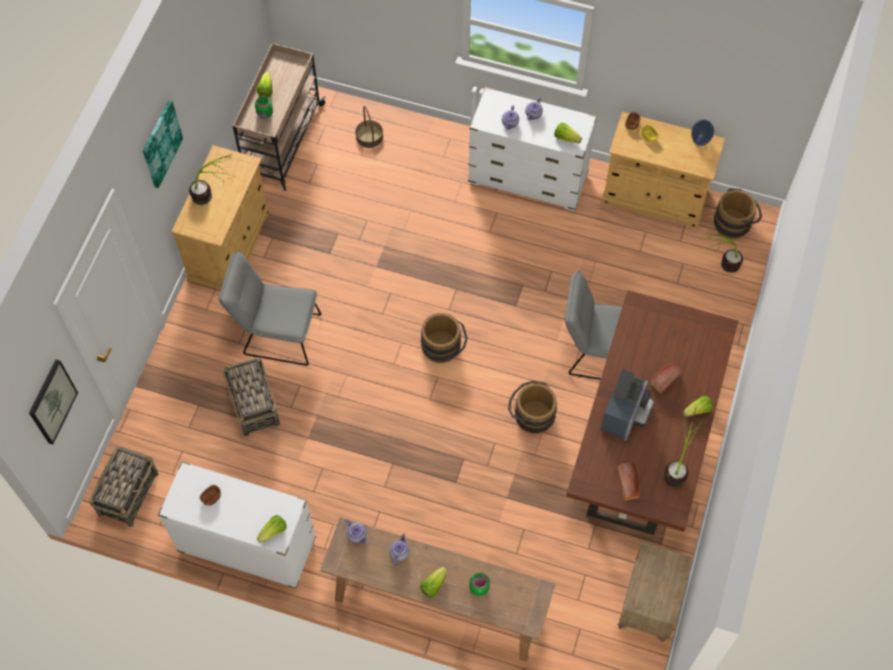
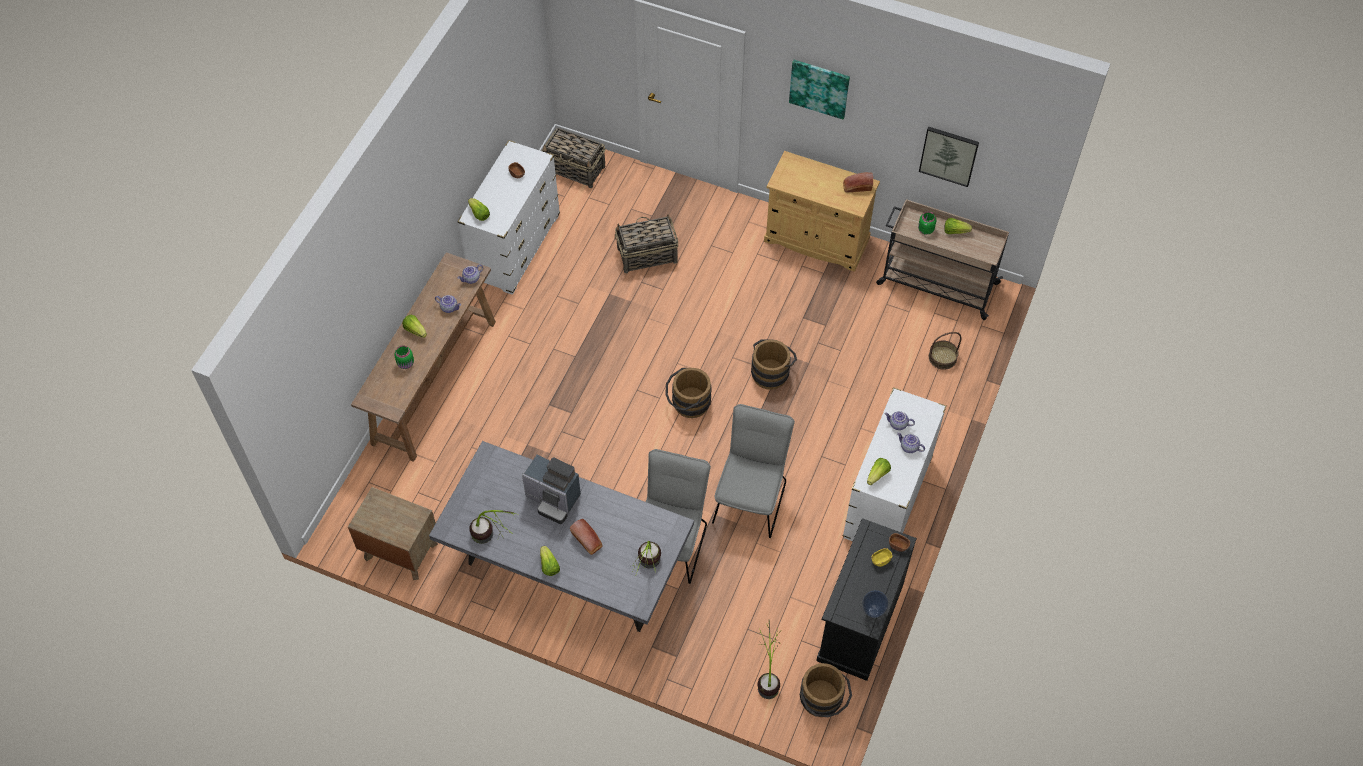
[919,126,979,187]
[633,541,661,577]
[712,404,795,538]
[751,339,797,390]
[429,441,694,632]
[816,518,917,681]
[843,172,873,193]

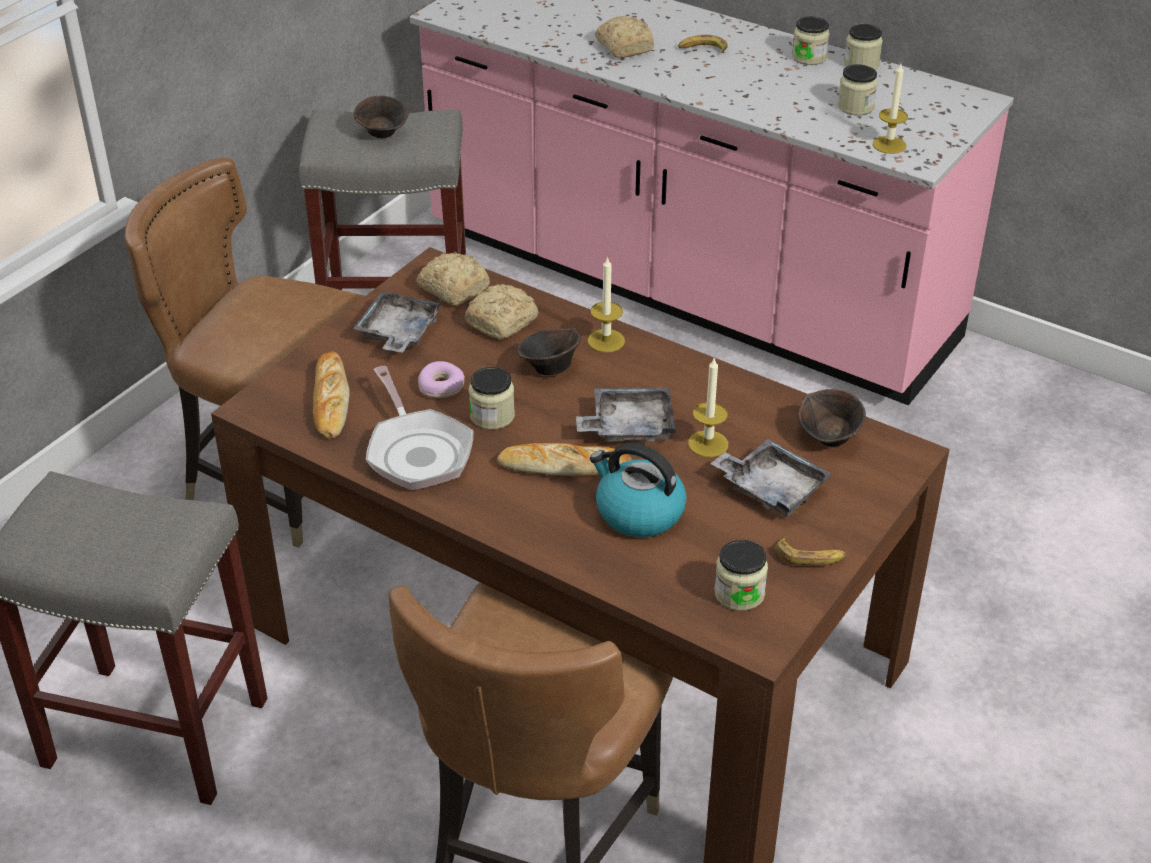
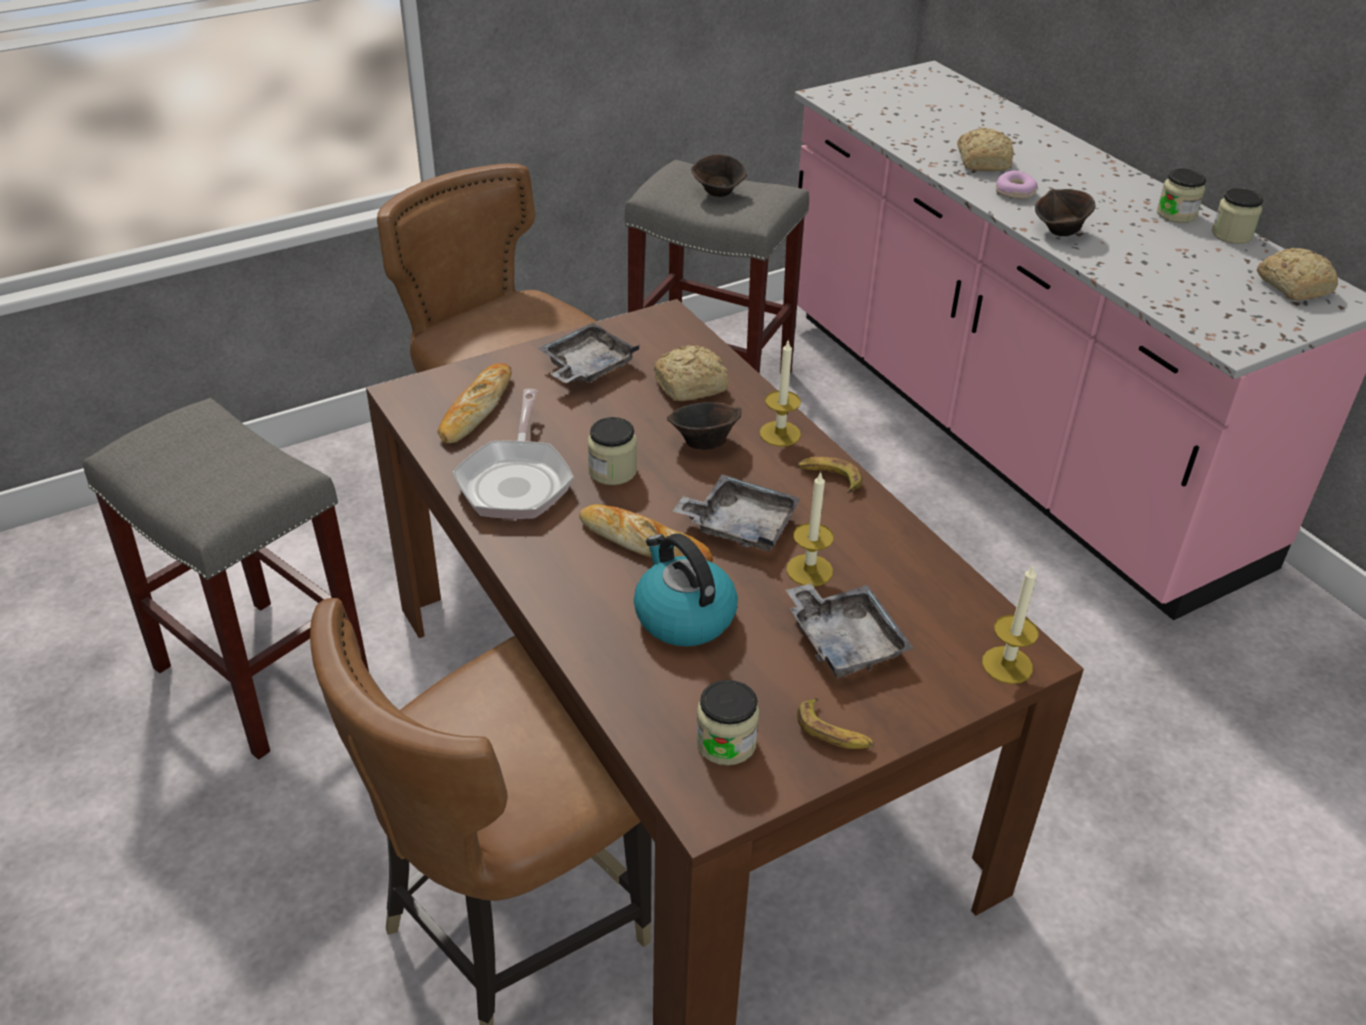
[1257,248,1338,300]
[996,171,1038,199]
[798,457,863,493]
[1035,189,1095,236]
[838,64,878,116] (first image)
[982,564,1038,684]

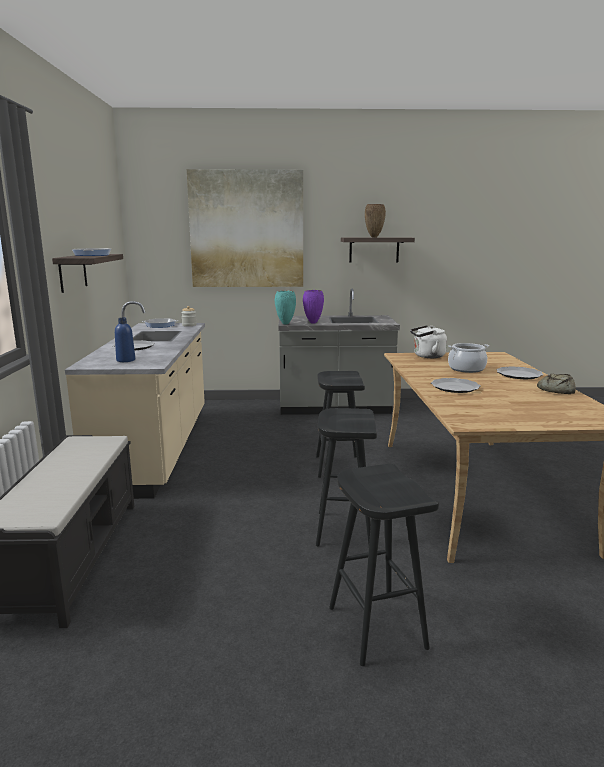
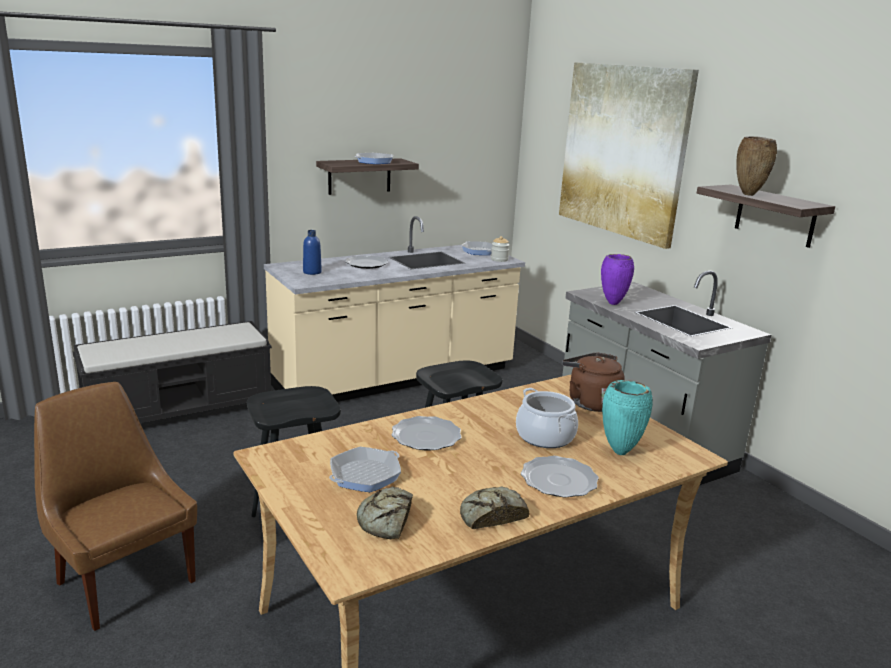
[602,380,653,455]
[34,382,197,631]
[562,353,625,412]
[329,447,401,492]
[357,487,413,539]

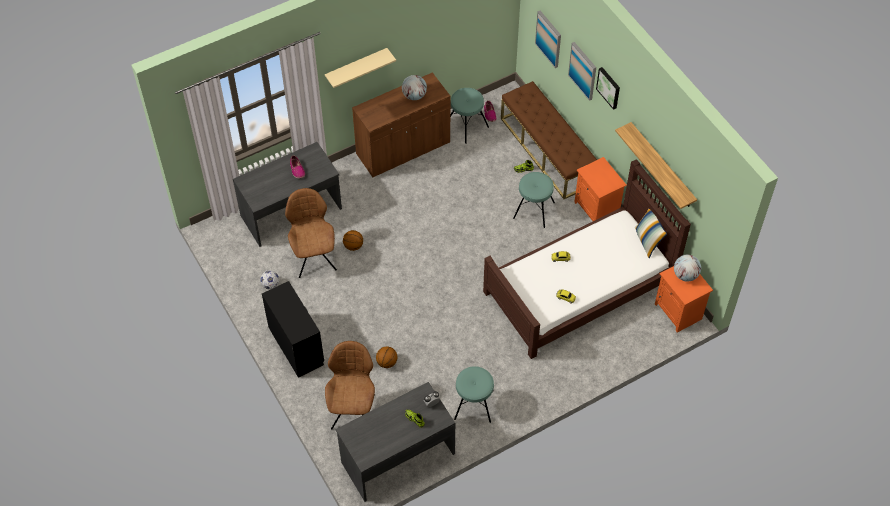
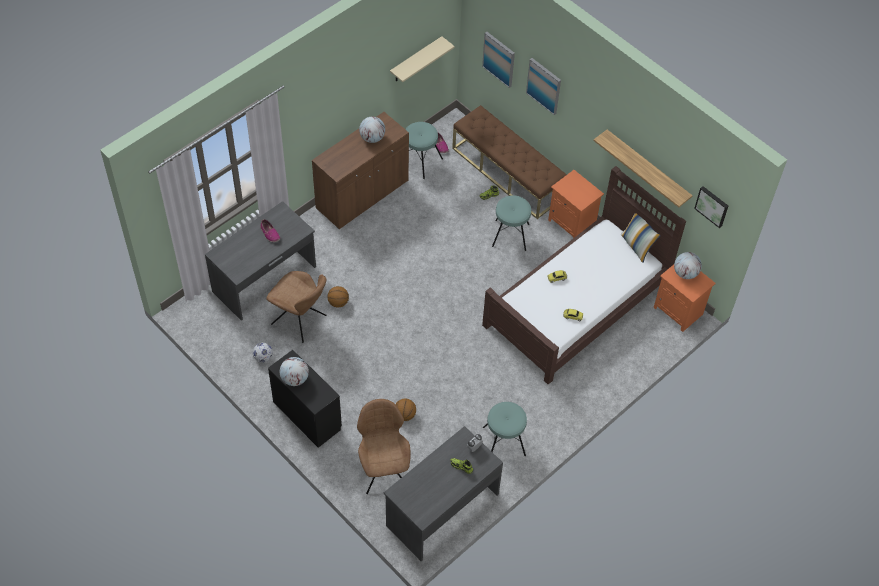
[266,271,326,343]
[390,36,455,82]
[694,186,728,228]
[280,357,309,386]

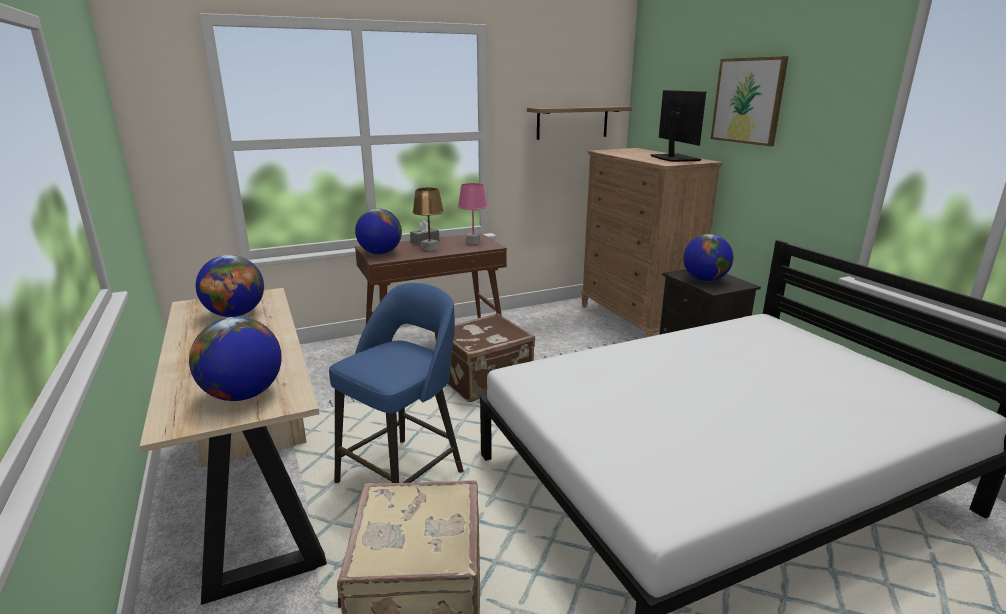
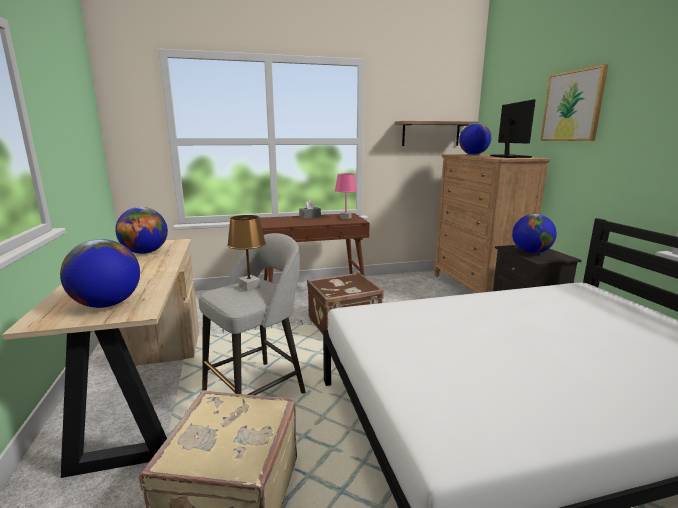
[198,233,306,395]
[459,123,491,155]
[227,215,266,291]

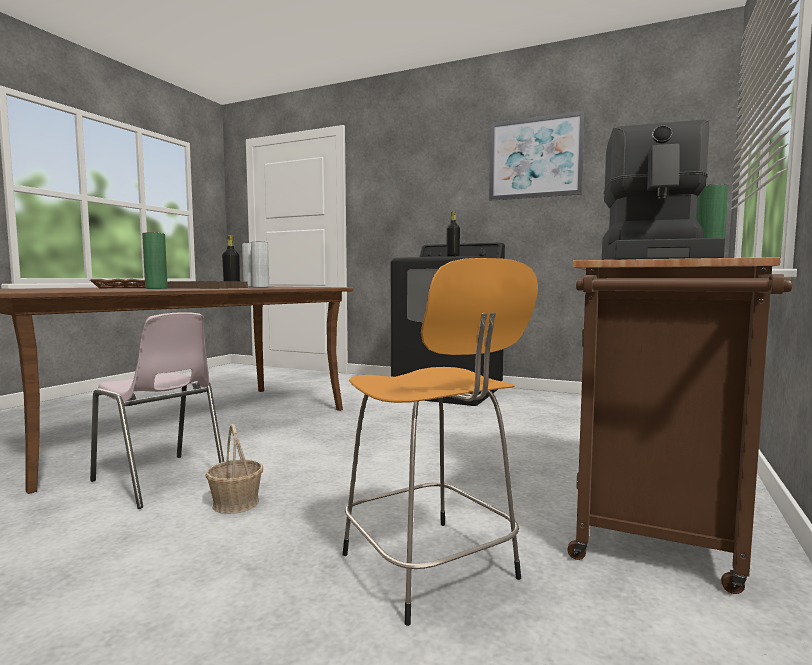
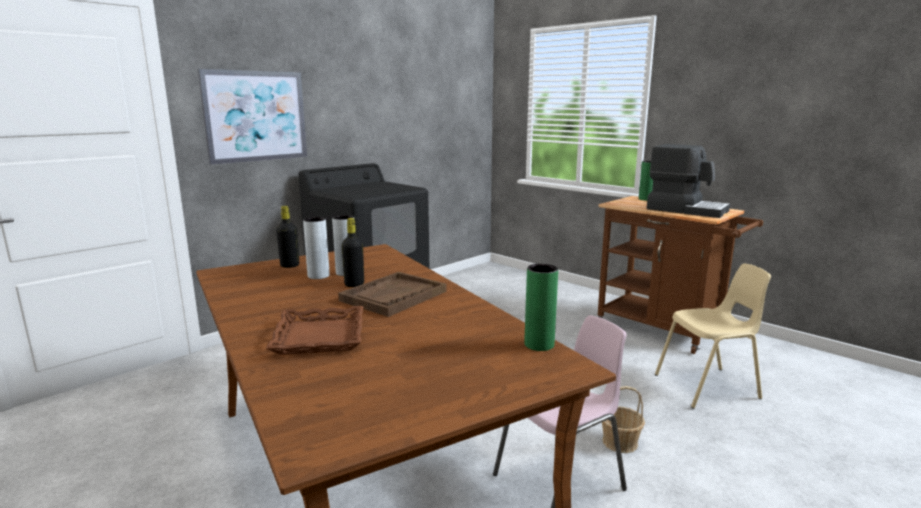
[524,264,558,351]
[655,263,771,409]
[276,206,299,268]
[197,69,307,165]

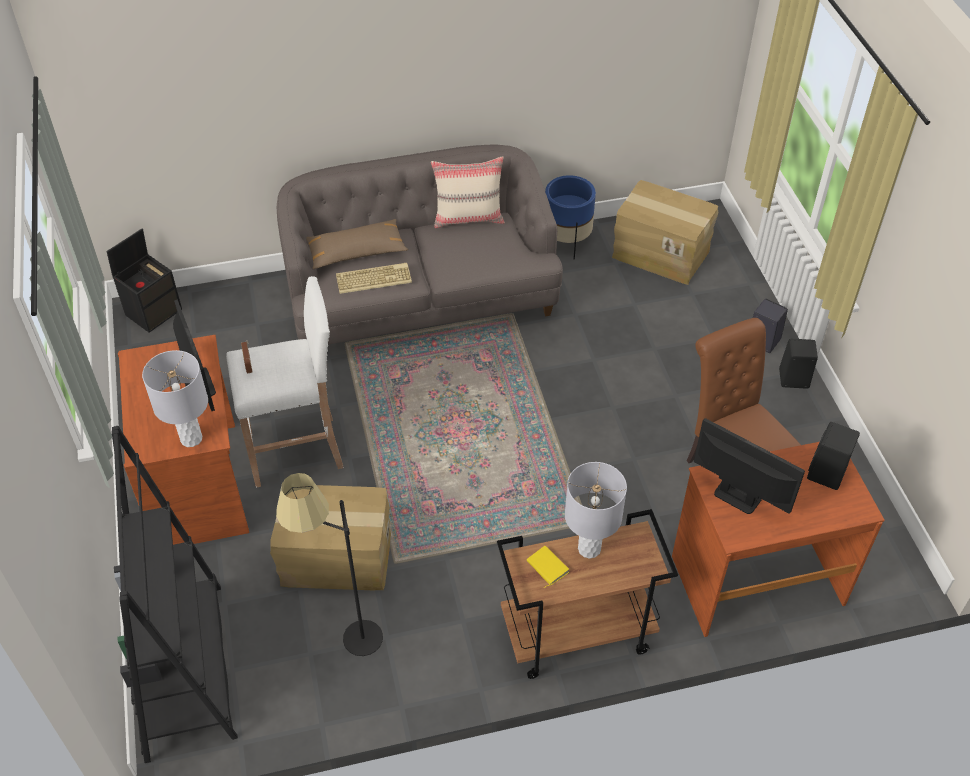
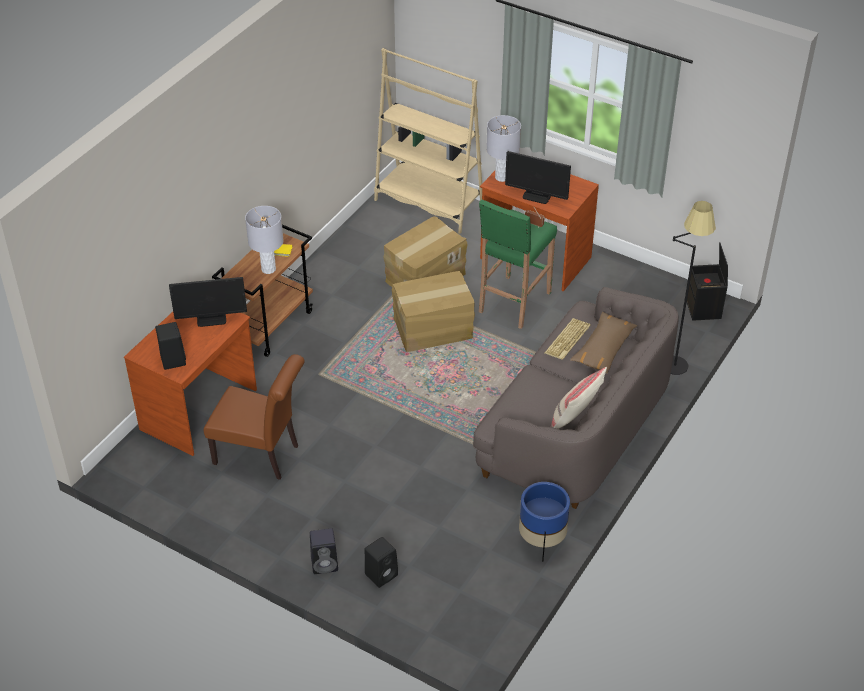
[374,48,482,234]
[479,200,557,329]
[671,201,716,375]
[392,271,475,352]
[364,537,398,588]

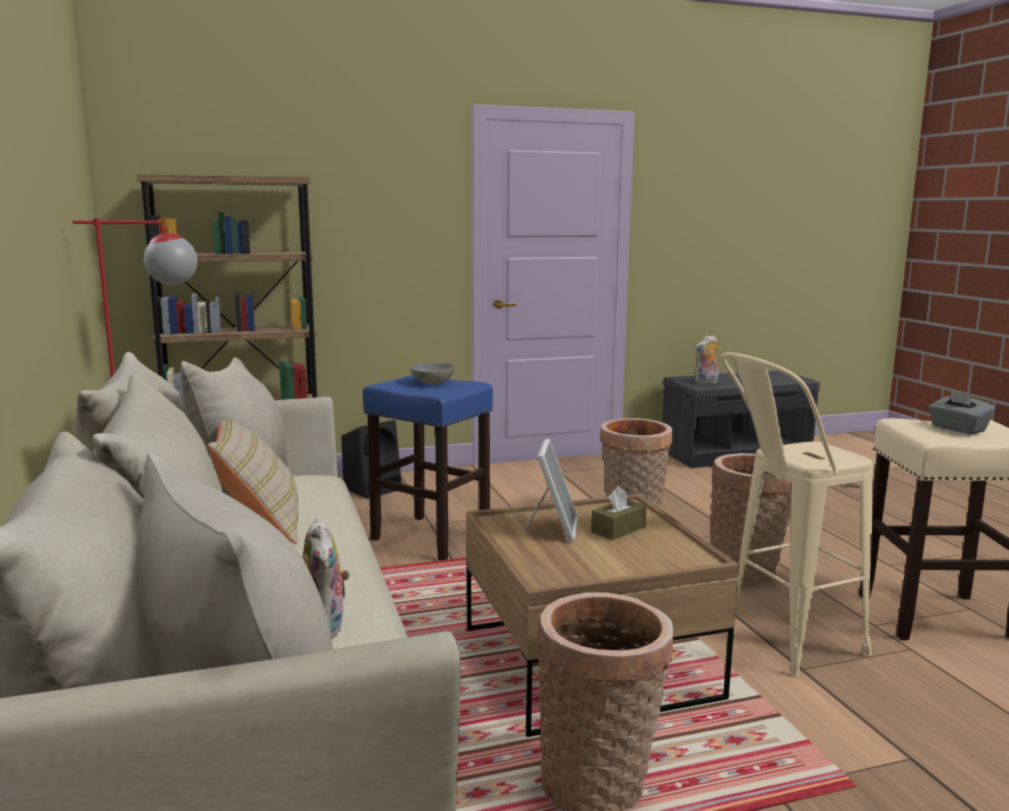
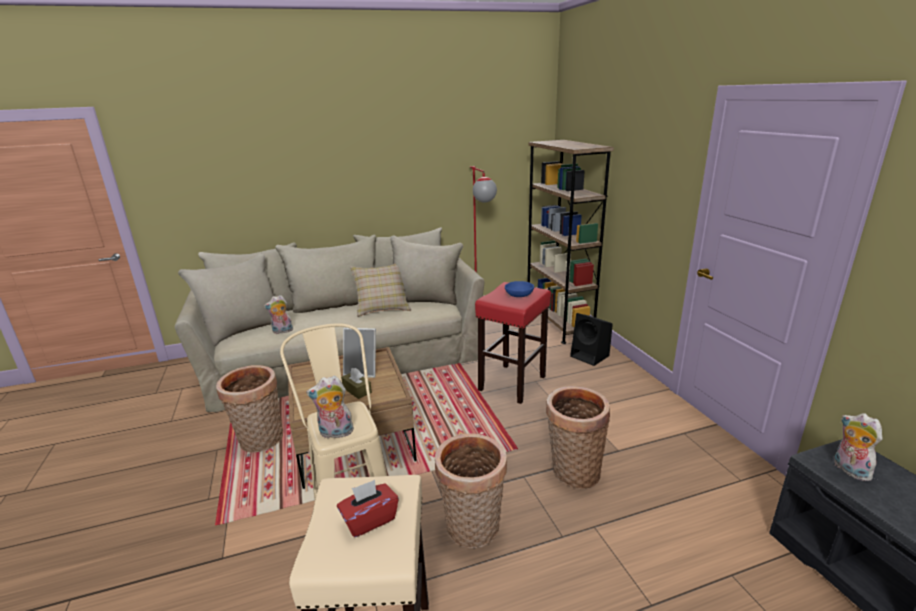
[475,282,551,404]
[505,281,534,297]
[337,480,399,537]
[306,376,355,440]

